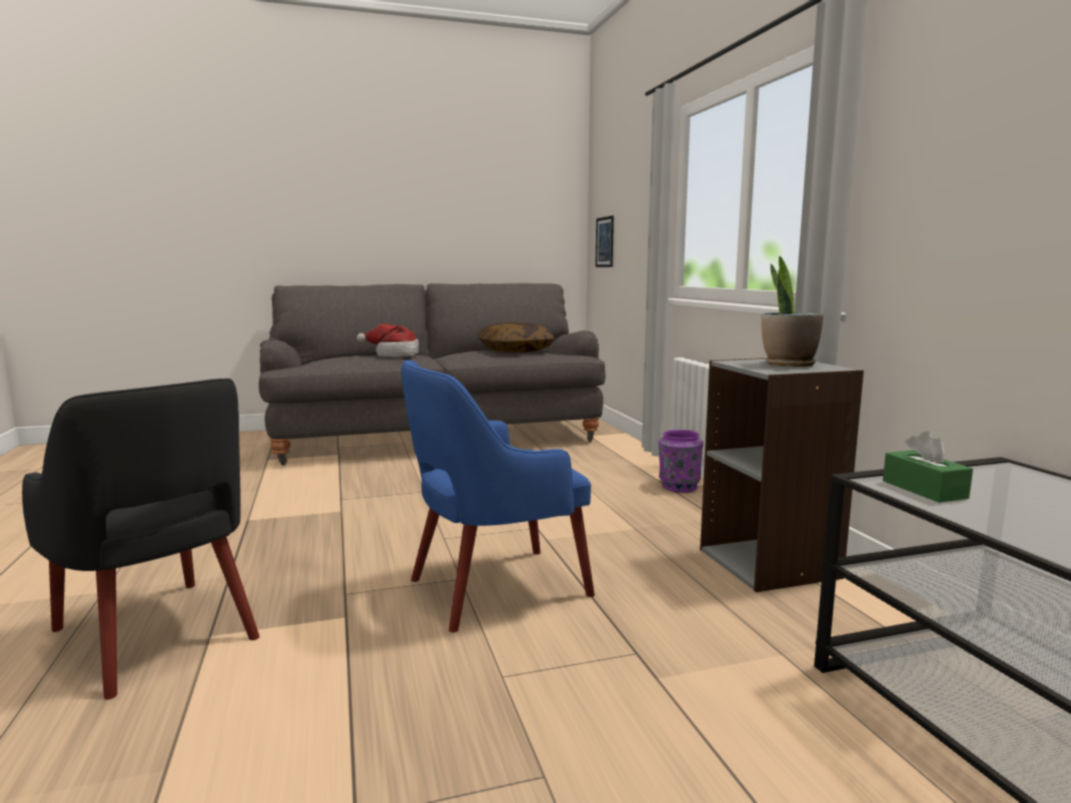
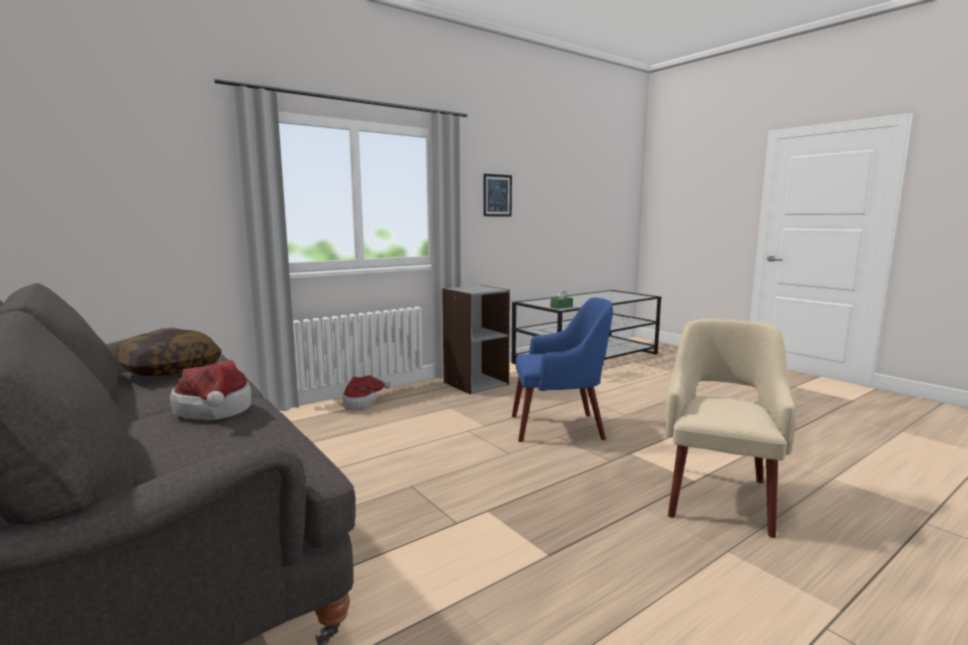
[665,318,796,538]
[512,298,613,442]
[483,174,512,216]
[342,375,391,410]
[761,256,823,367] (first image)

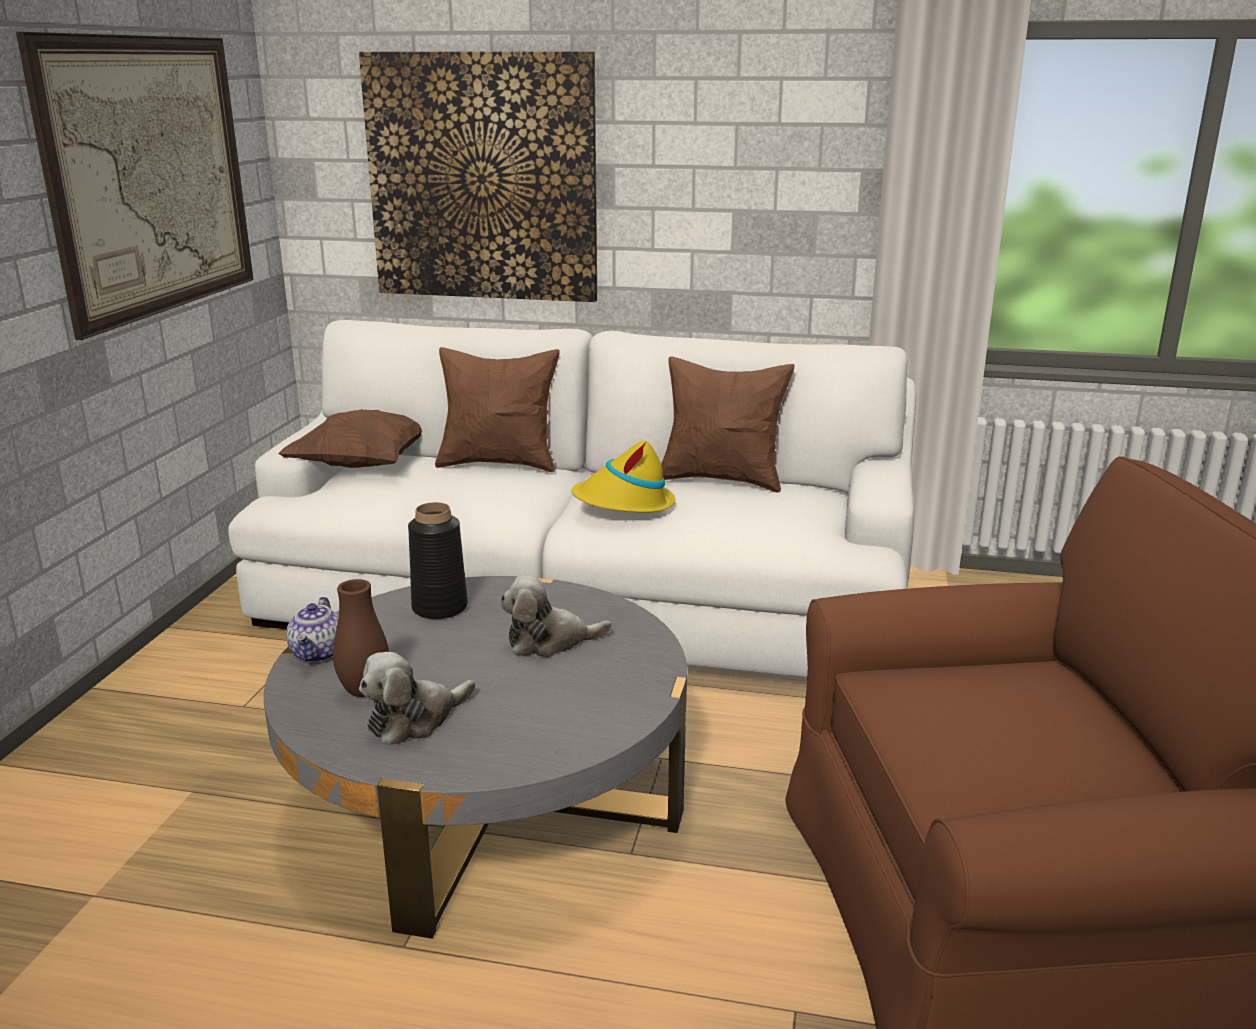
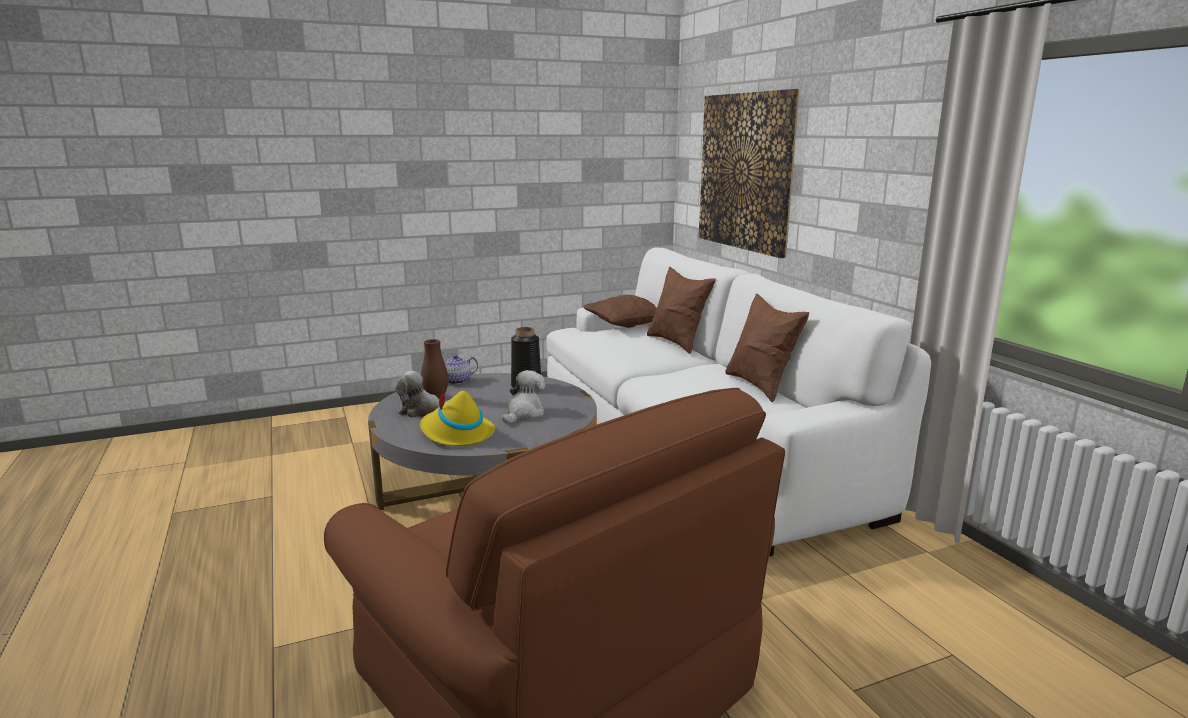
[16,32,254,340] (first image)
[502,370,545,423]
[420,390,495,446]

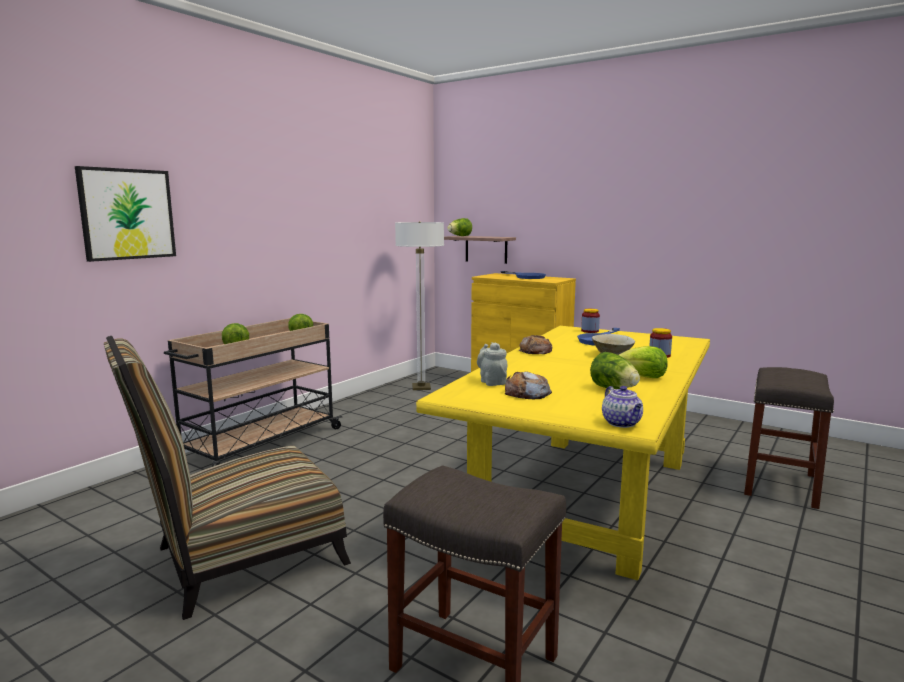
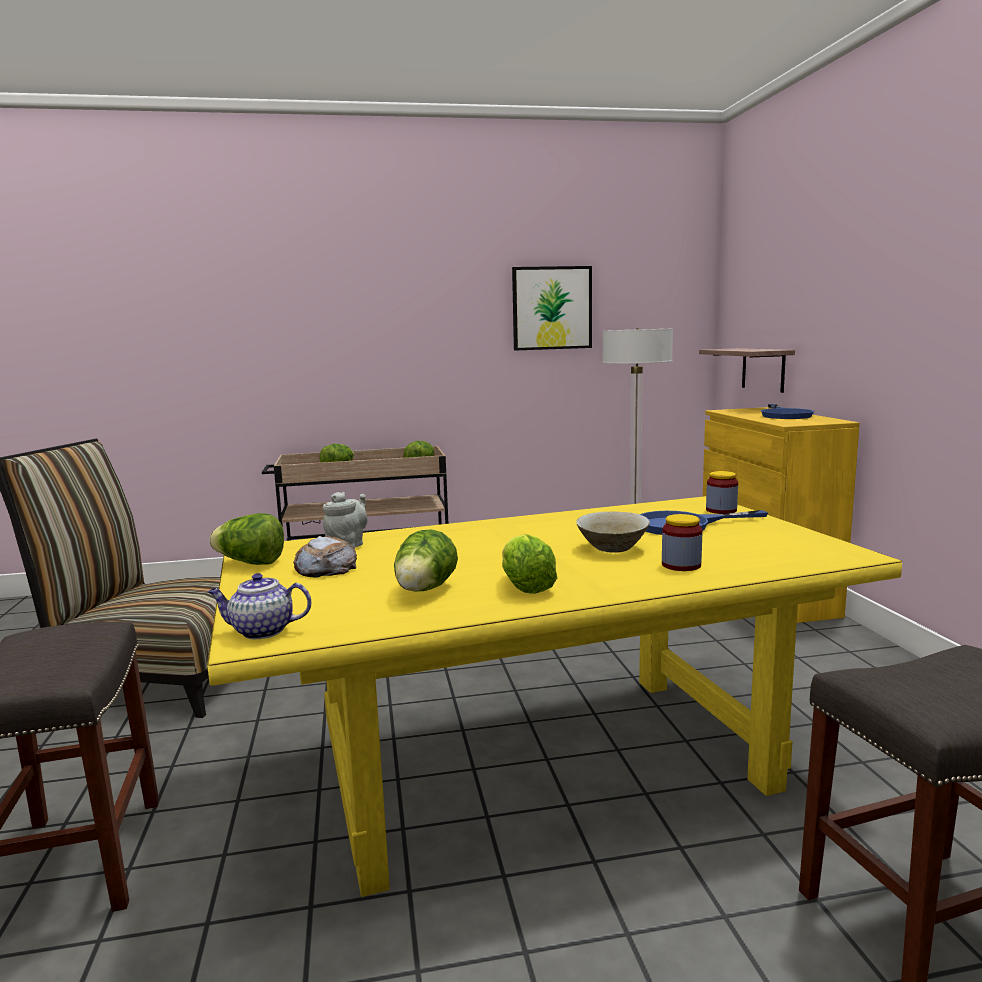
[512,266,592,350]
[209,513,284,565]
[519,335,552,354] (first image)
[208,573,311,639]

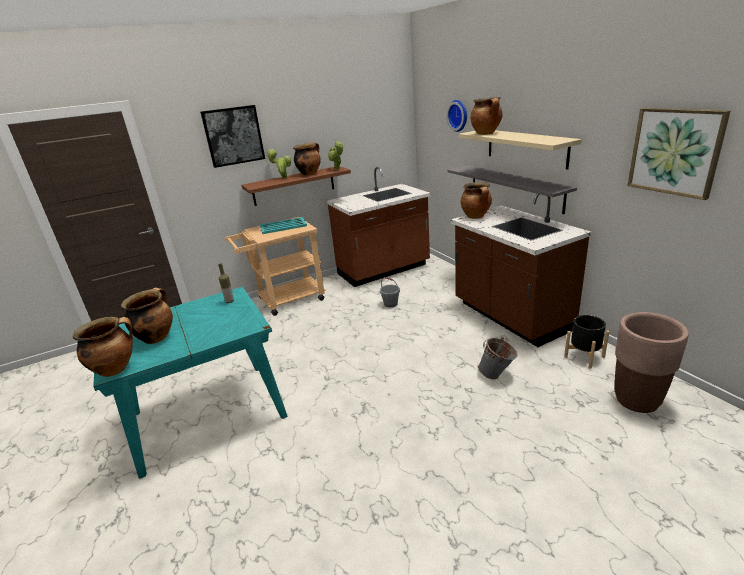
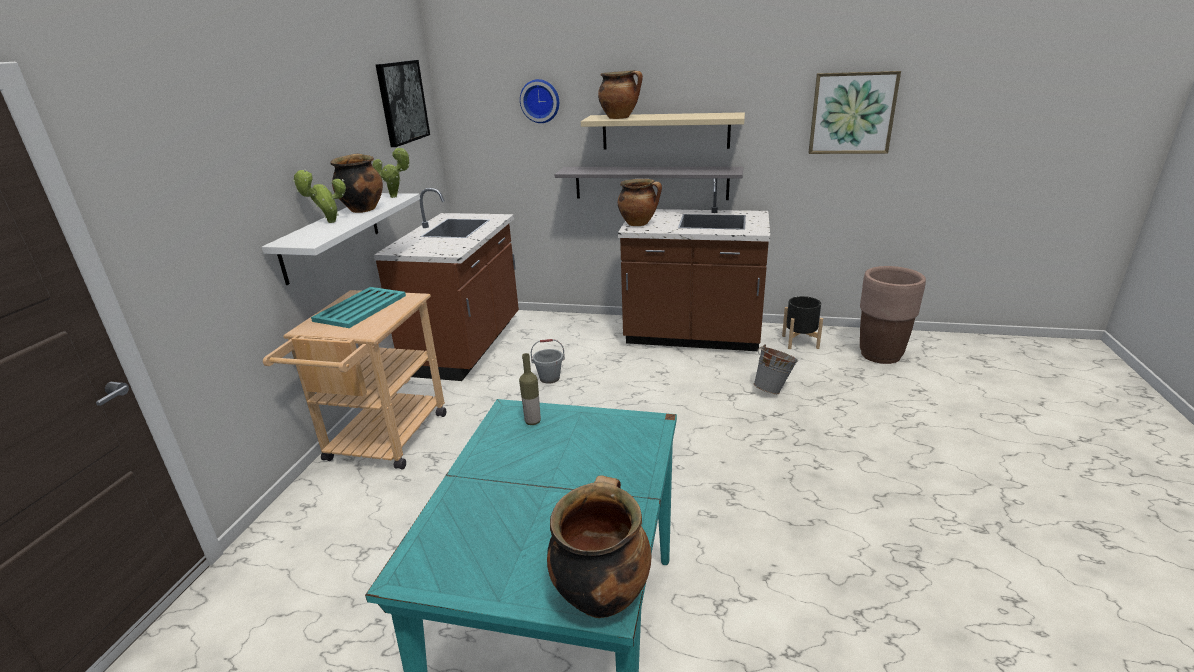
[121,288,173,344] (first image)
[376,60,430,147]
[262,193,420,285]

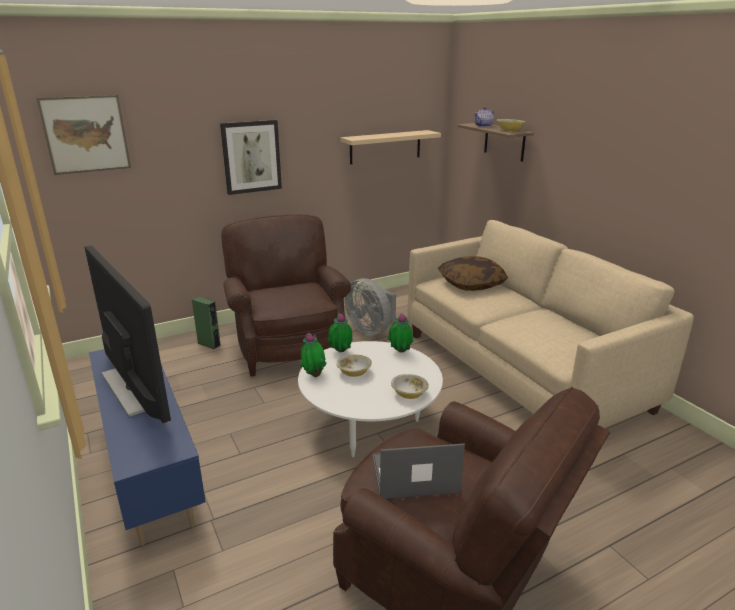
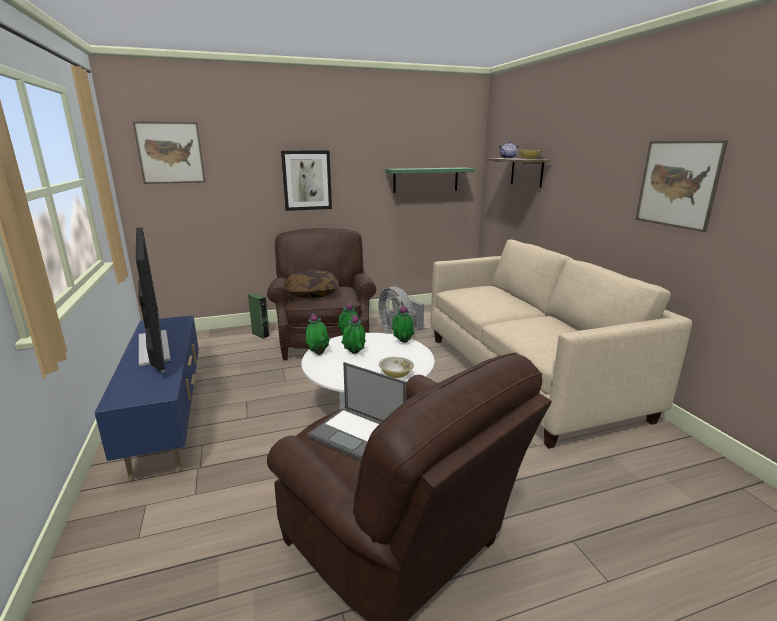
[341,314,366,354]
[385,167,475,193]
[307,362,407,461]
[284,270,339,298]
[635,140,728,232]

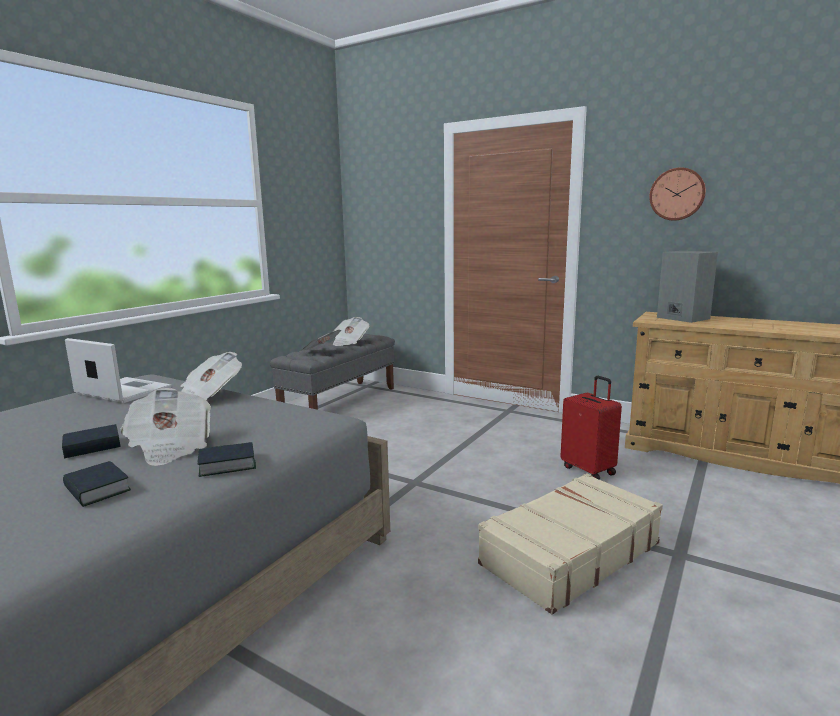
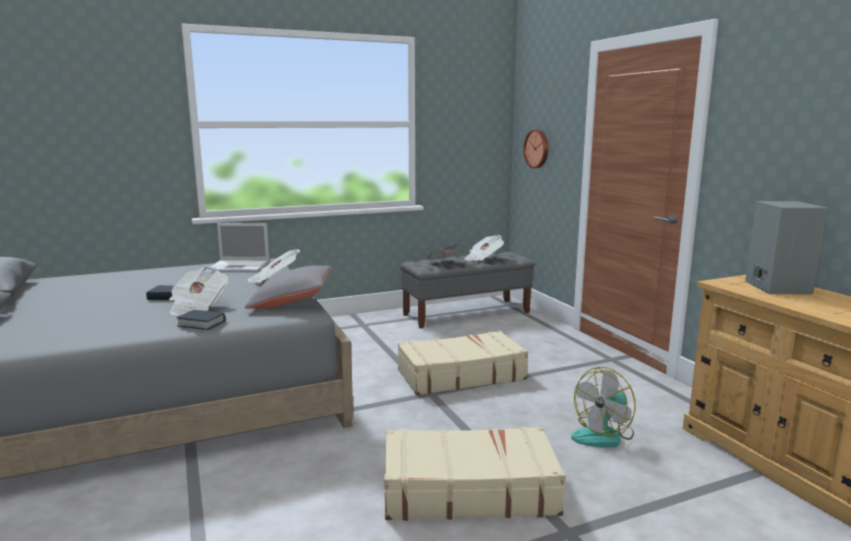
[63,461,131,507] (first image)
[211,223,269,272]
[571,367,636,448]
[523,130,549,168]
[245,265,332,309]
[398,331,528,395]

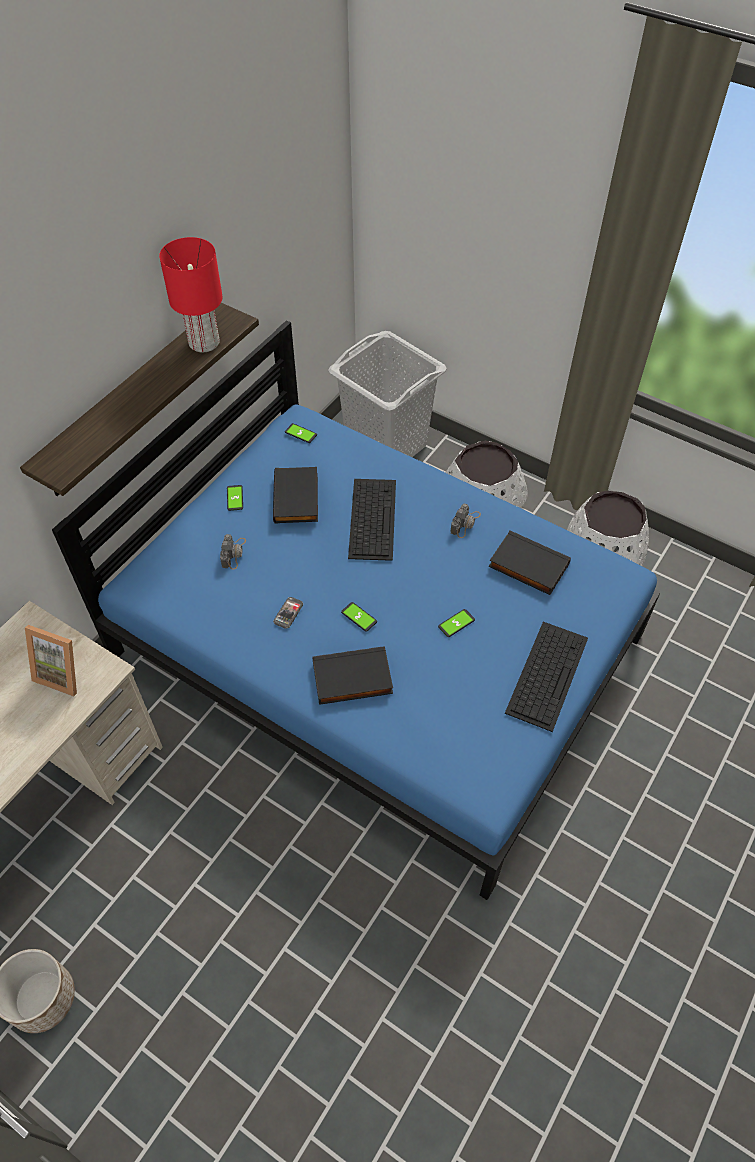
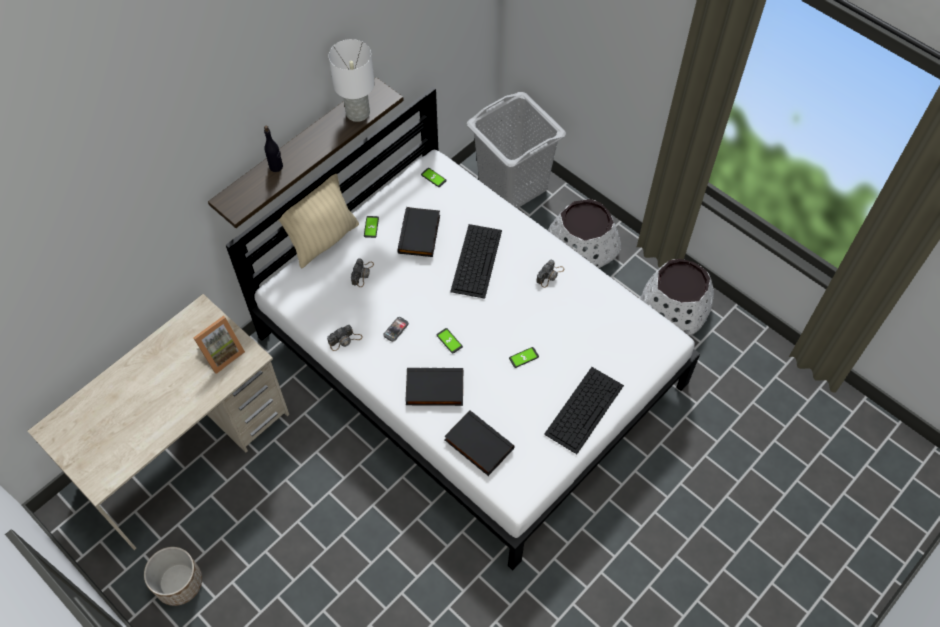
[193,316,245,374]
[226,86,700,570]
[329,39,374,122]
[444,410,514,476]
[264,125,283,172]
[279,174,359,269]
[327,325,363,351]

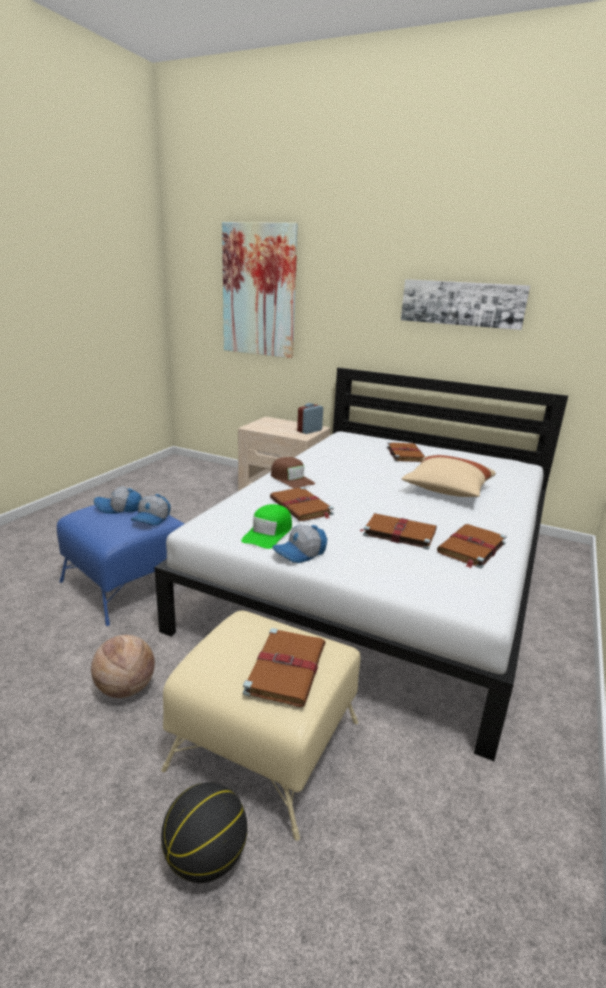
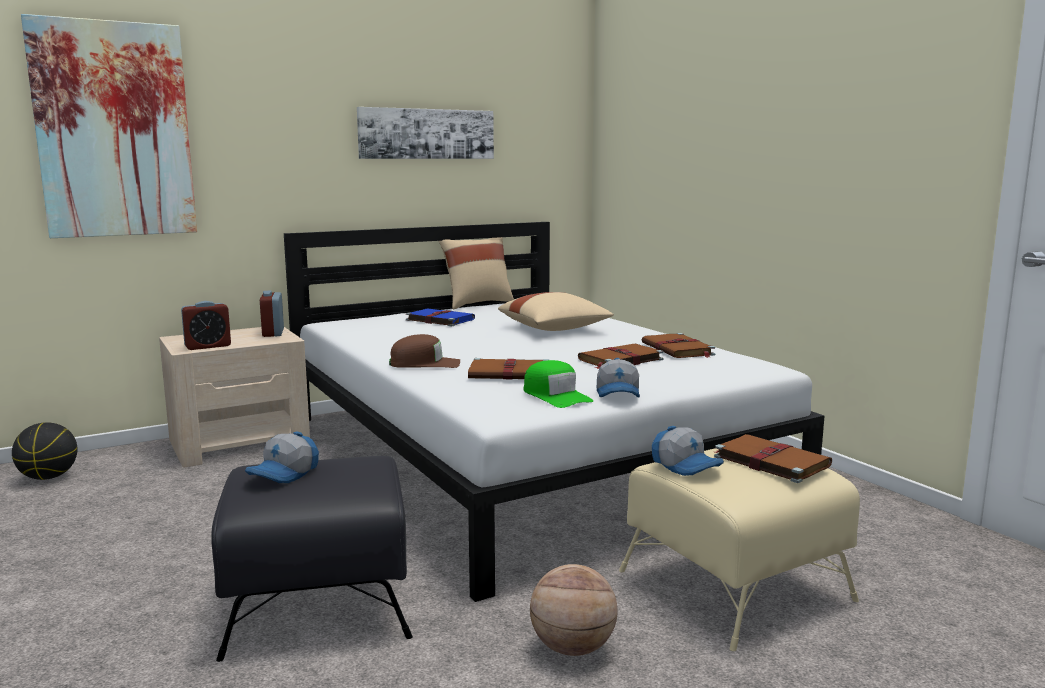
[211,456,413,662]
[652,426,724,476]
[12,422,78,480]
[406,308,475,326]
[181,301,231,350]
[439,237,514,309]

